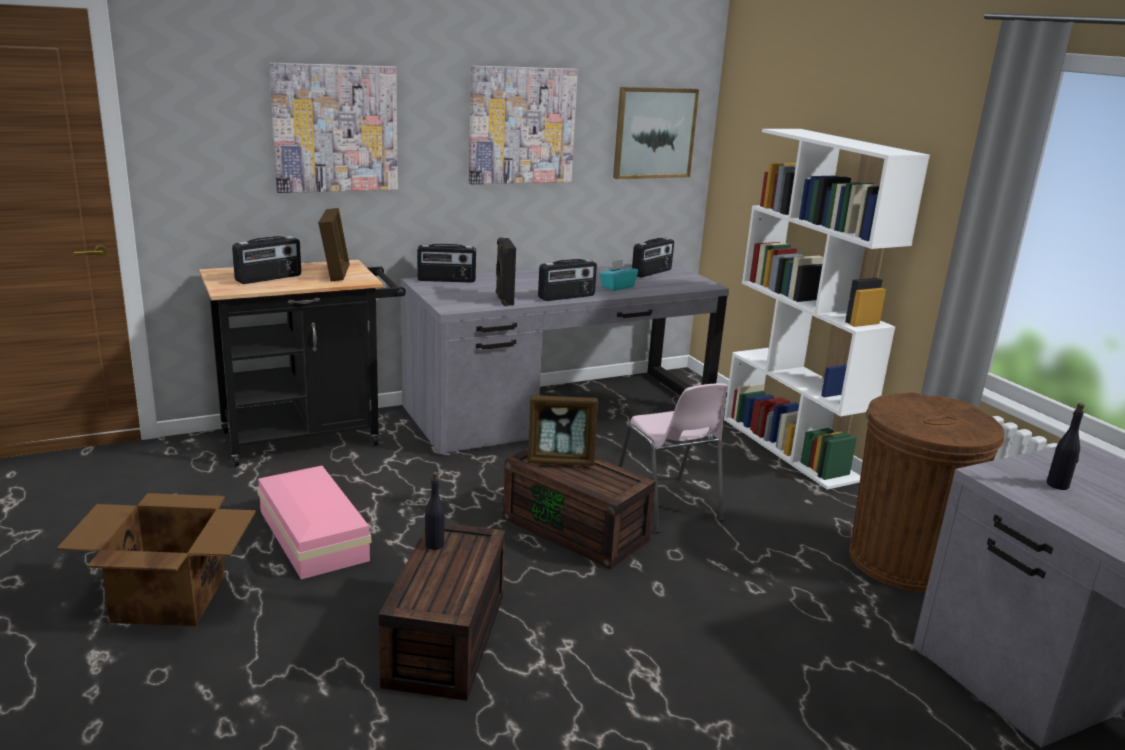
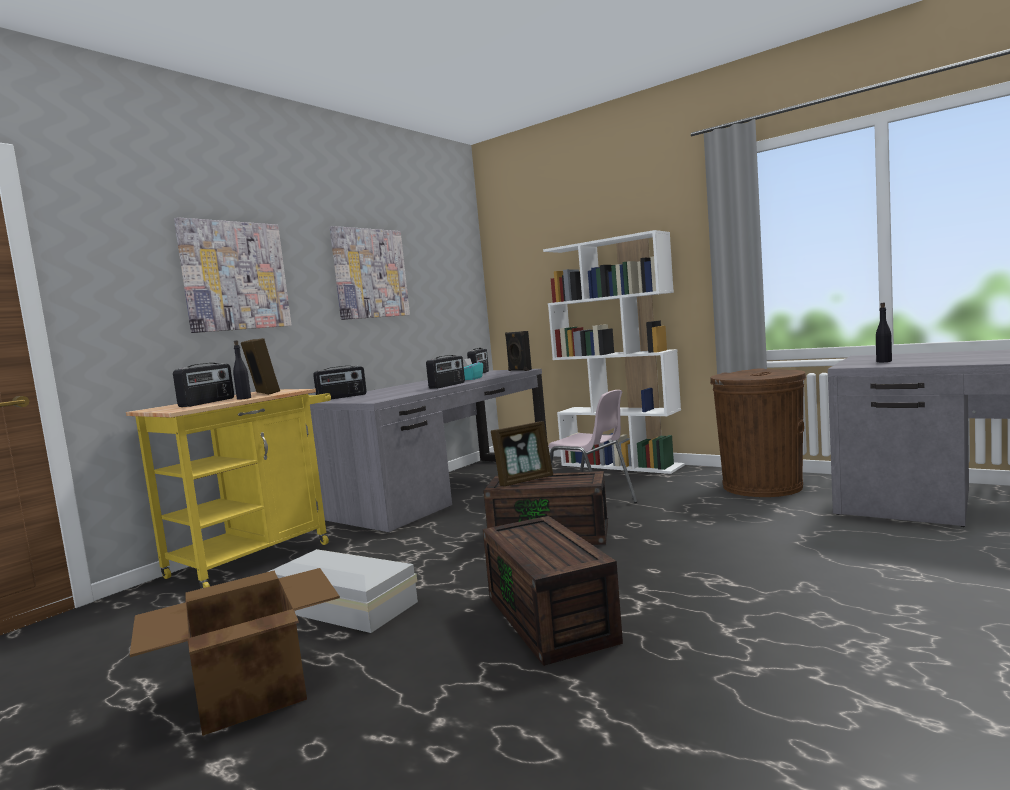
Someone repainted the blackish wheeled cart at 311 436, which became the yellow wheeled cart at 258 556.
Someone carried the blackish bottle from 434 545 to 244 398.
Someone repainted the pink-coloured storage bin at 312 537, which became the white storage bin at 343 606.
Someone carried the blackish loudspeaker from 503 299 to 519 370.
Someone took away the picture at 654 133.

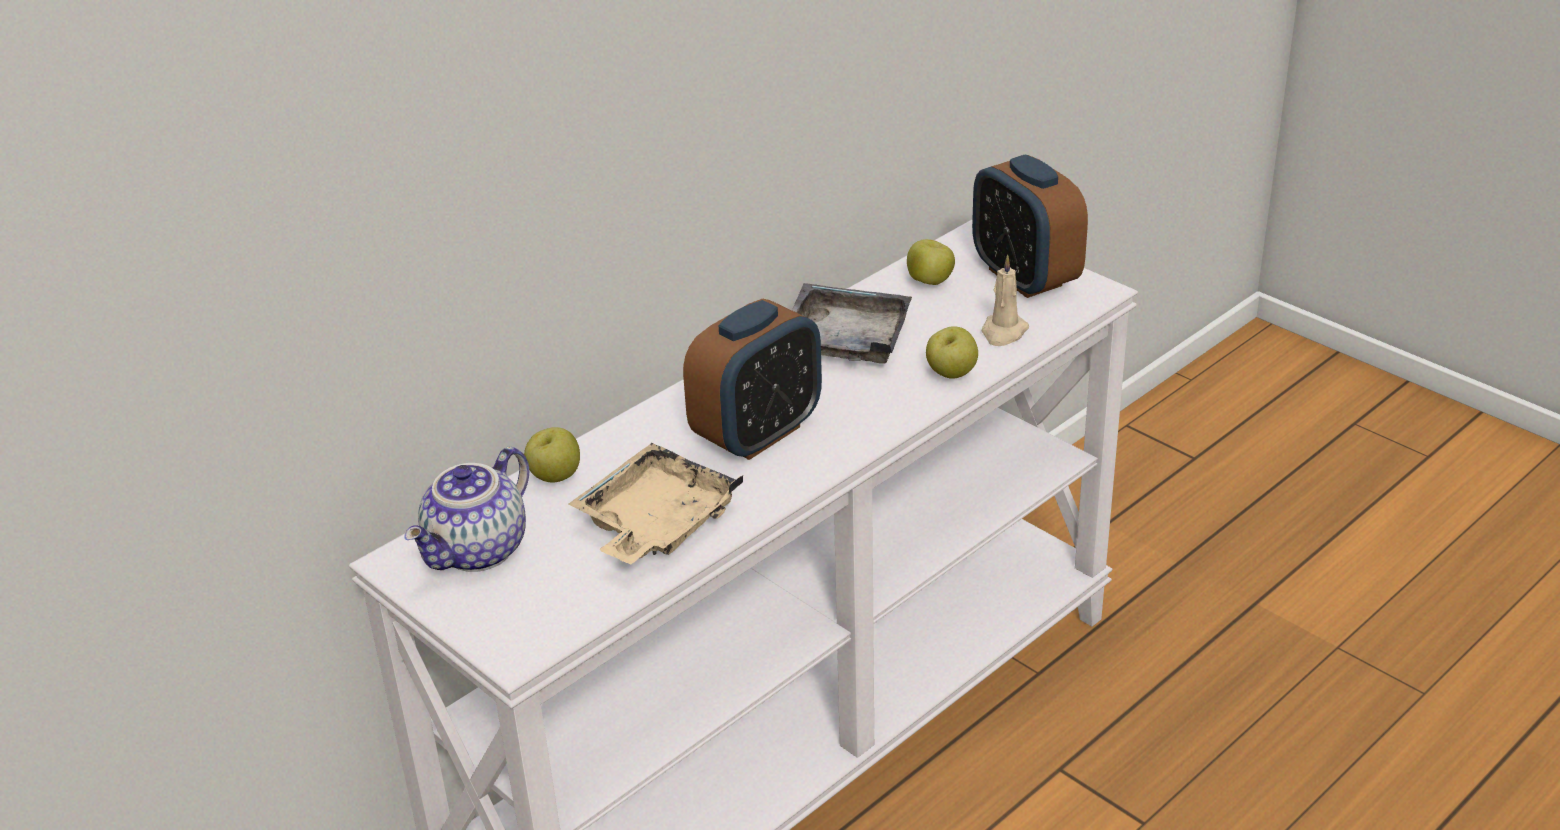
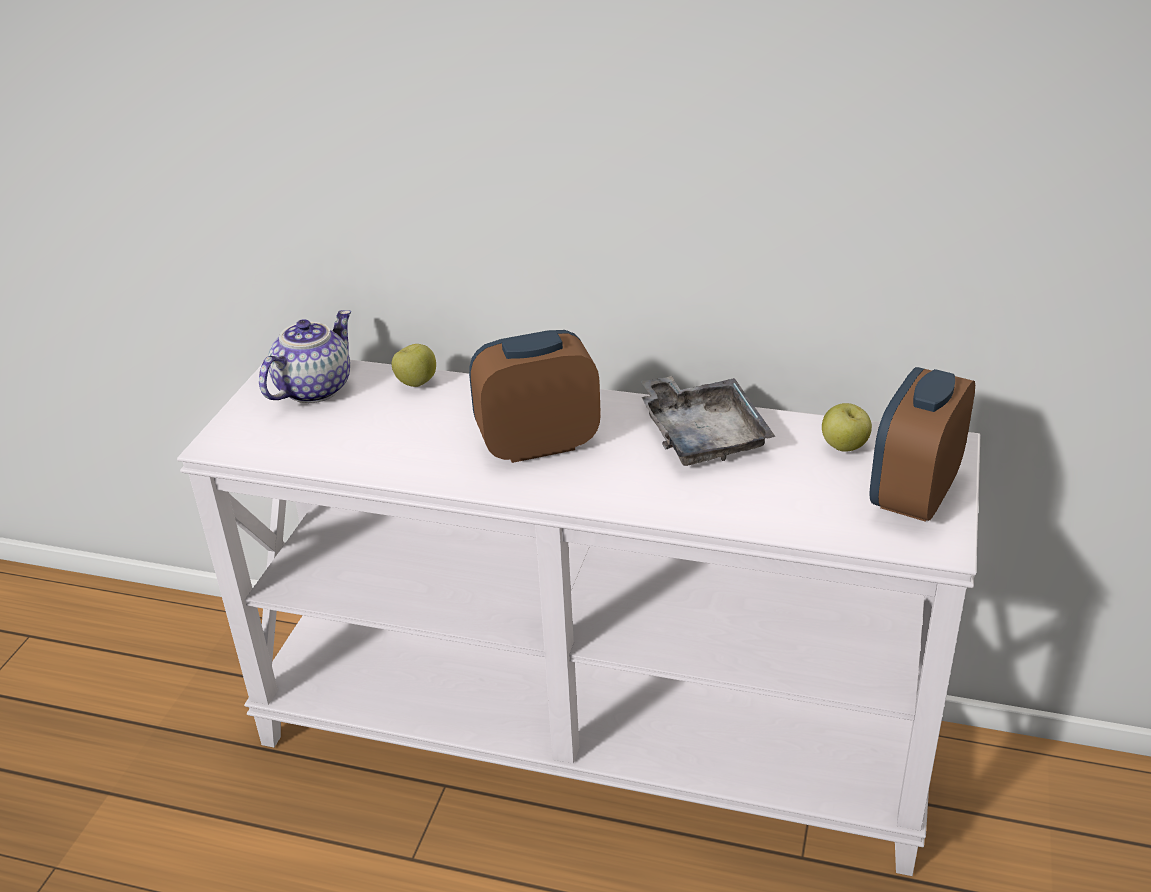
Someone rotated the teapot at 479 552 by 120 degrees clockwise.
Someone rotated the bedside clock at 757 434 by 150 degrees clockwise.
Someone took away the beige-coloured tray at 655 524.
Someone took away the whole apple at 951 374.
Someone took away the beige-coloured wax candle at 1003 332.

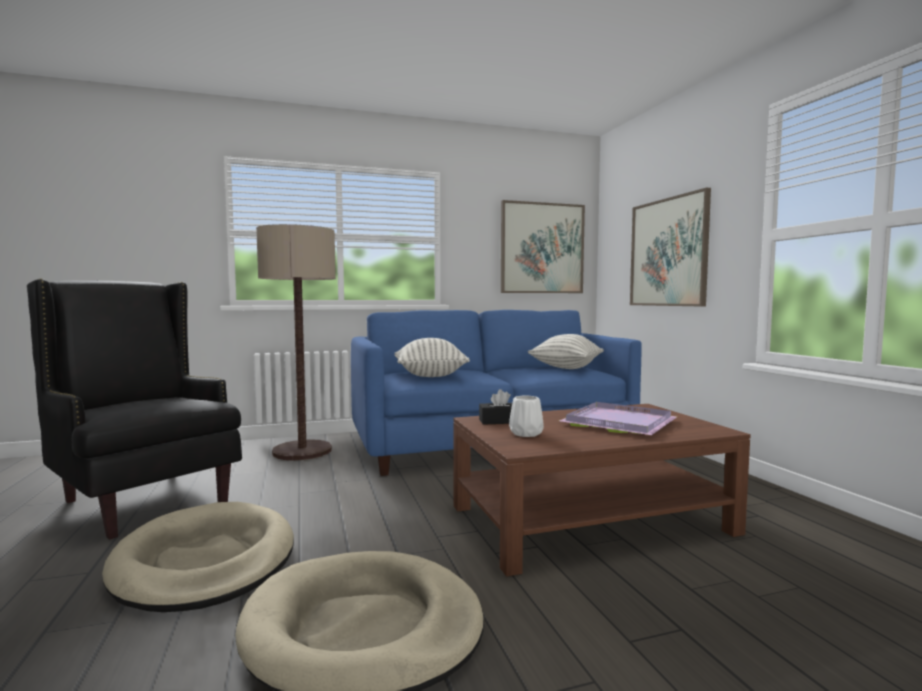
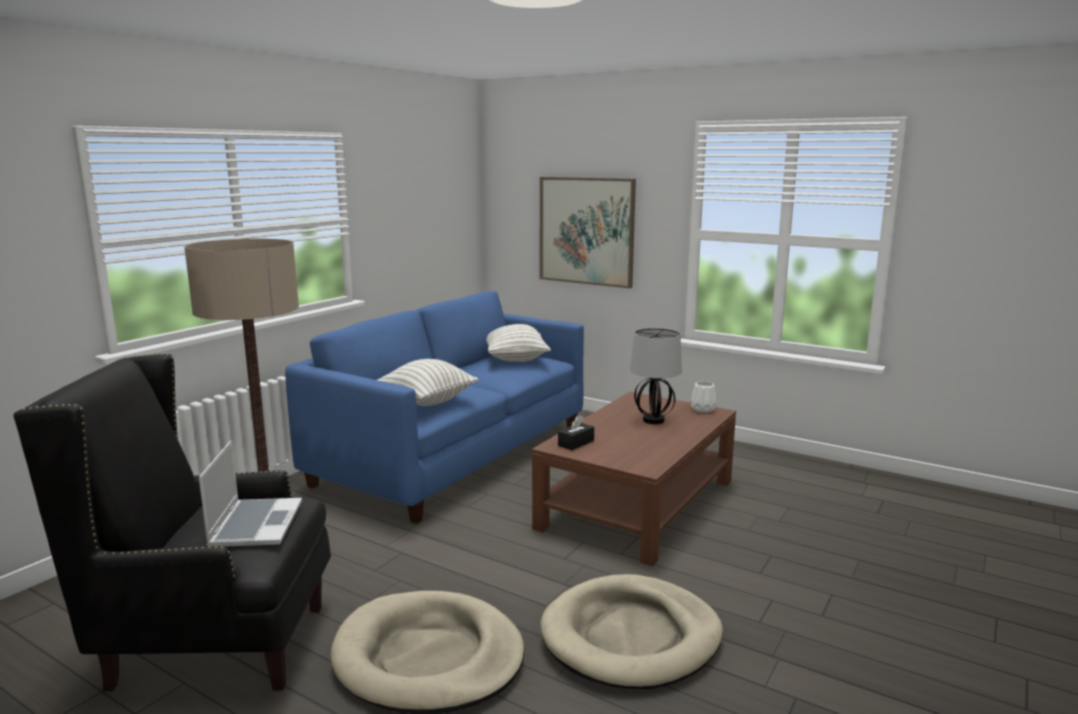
Someone put down the portable computer at 255 524.
Someone swapped the purple tray at 621 423 for the tabletop lamp at 653 420.
Someone carried the white decorative vase from 525 433 to 702 409.
Someone took away the picture at 542 248.

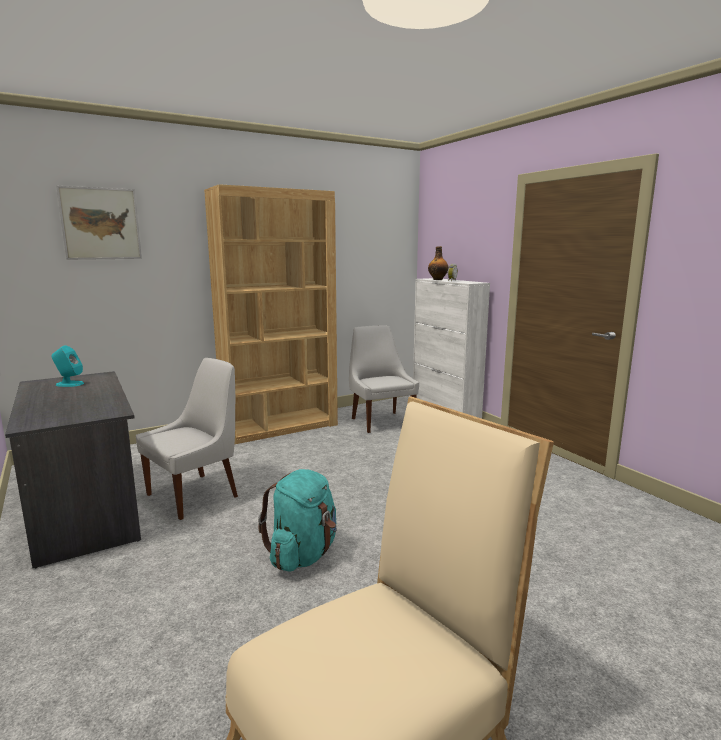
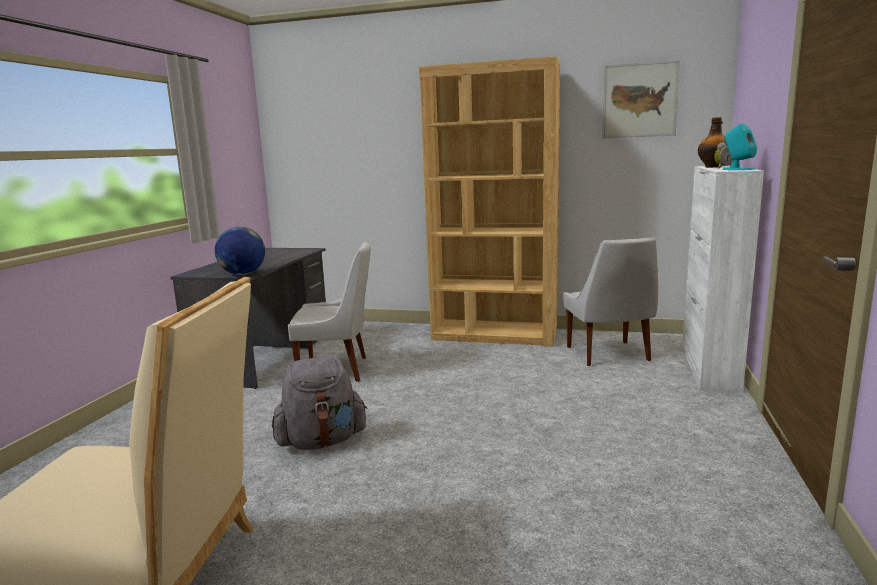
Someone put down the desk globe at 242 274.
Someone repainted the turquoise-coloured backpack at 303 554, which became the gray backpack at 322 441.
Someone rotated the white chair at 381 421 by 150 degrees clockwise.
Someone carried the picture from 101 224 to 639 100.
Someone carried the turquoise-coloured loudspeaker from 69 384 to 737 169.

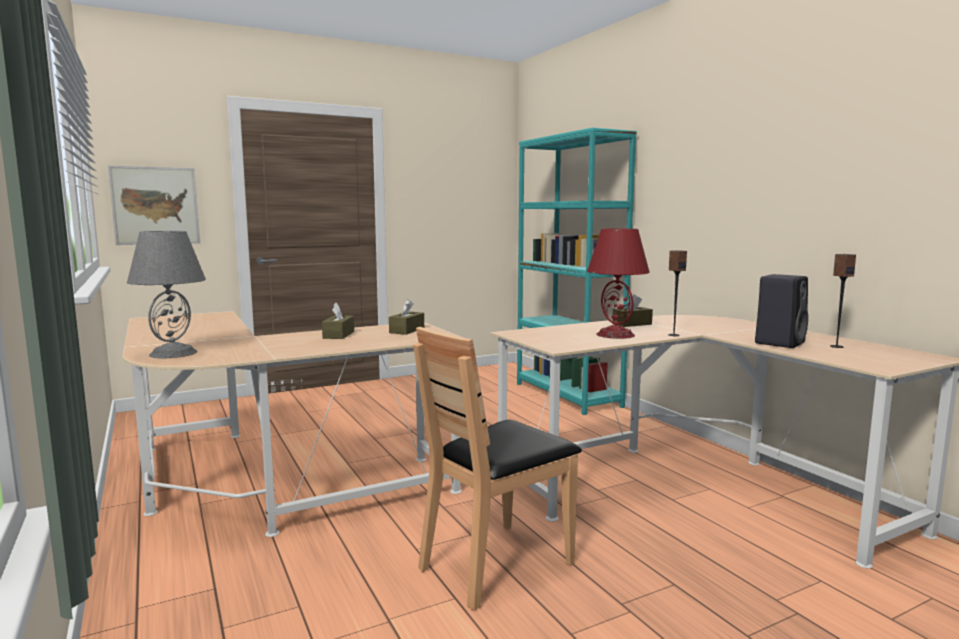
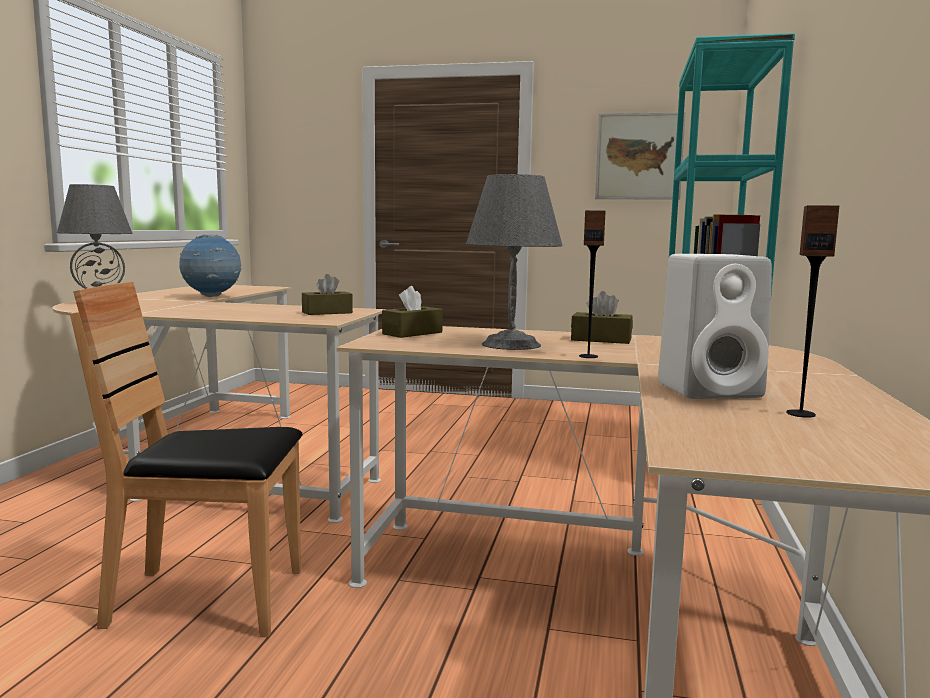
Someone put down the desk globe at 212 297.
Someone carried the brownish tissue holder from 338 335 to 412 333.
Someone repainted the red tabletop lamp at 616 334, which became the gray tabletop lamp at 511 344.
Someone carried the picture from 155 206 to 639 156.
Someone repainted the blackish loudspeaker at 779 343, which became the white loudspeaker at 711 390.

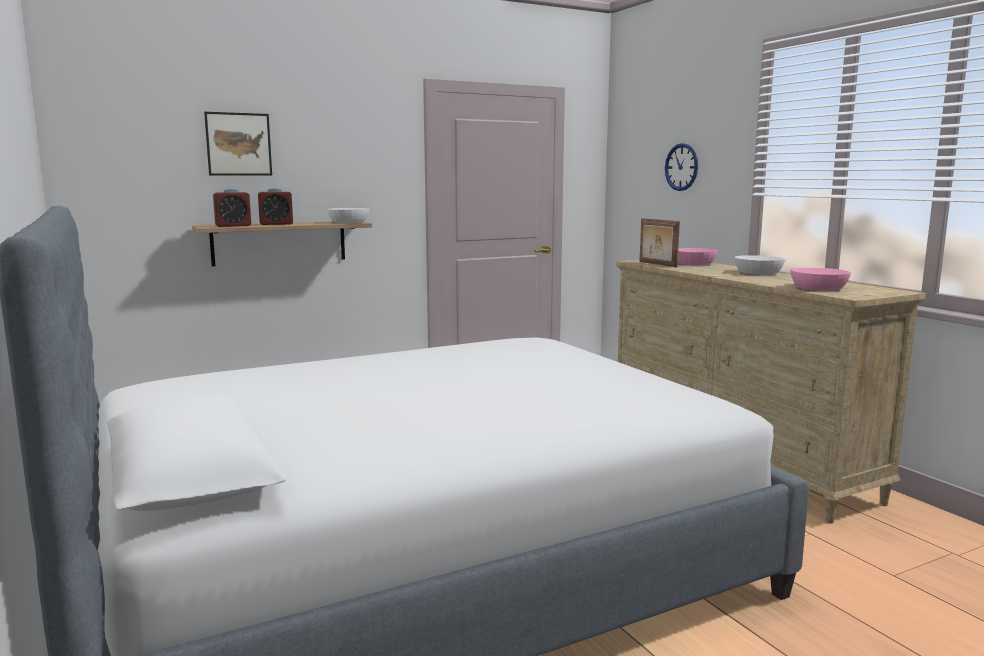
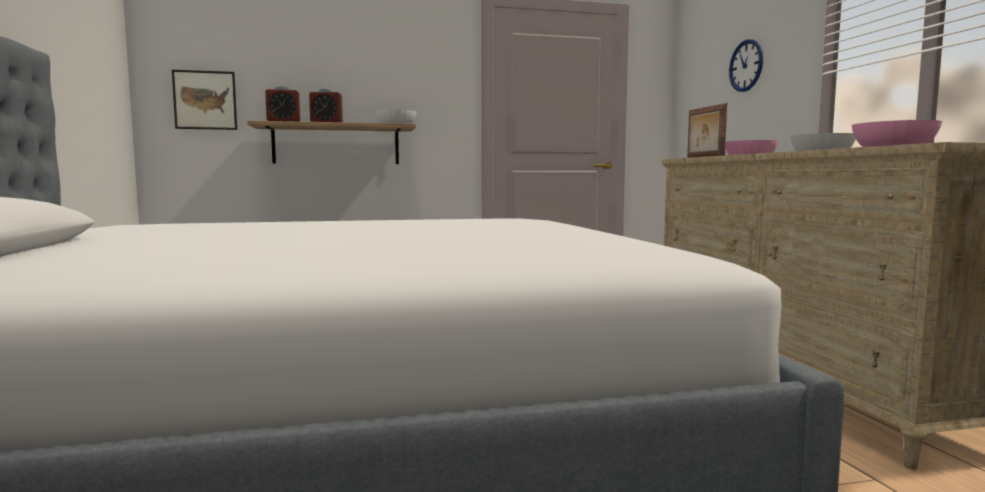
Someone carried the picture from 238 144 to 205 100.

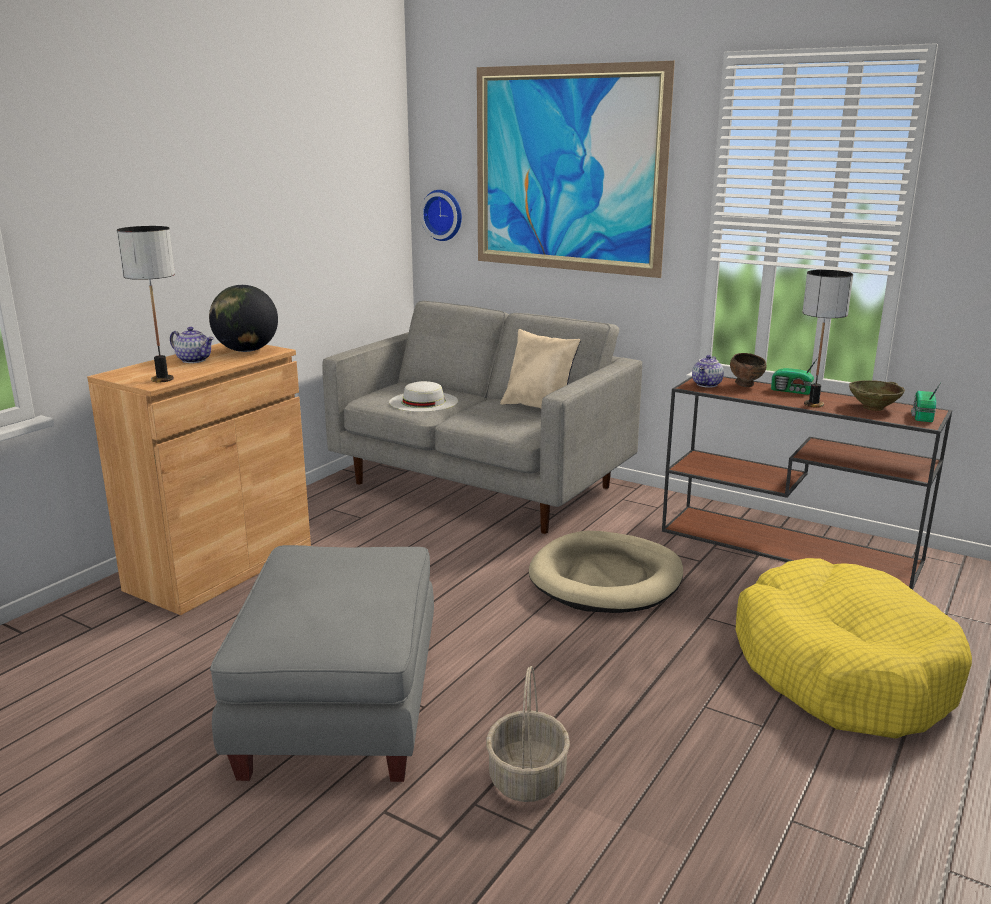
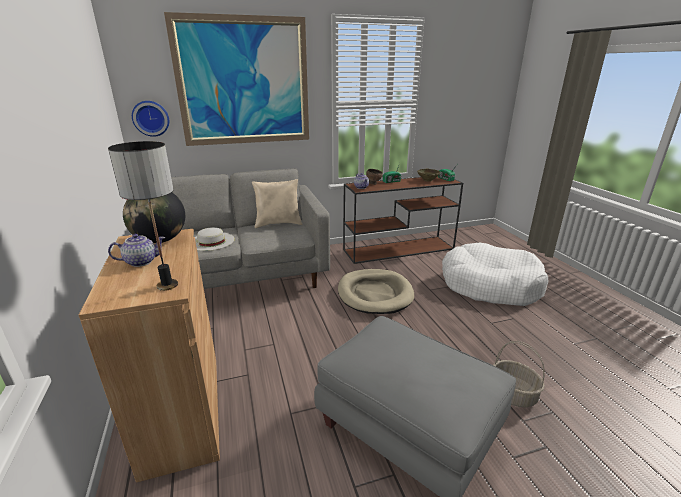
Someone repainted the yellow dog bed at 842 669, which became the white dog bed at 489 285.
Someone took away the tabletop lamp at 813 404.

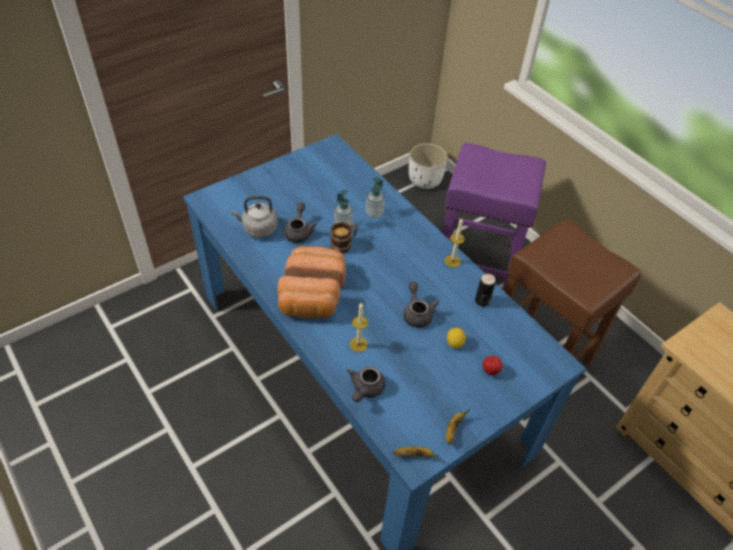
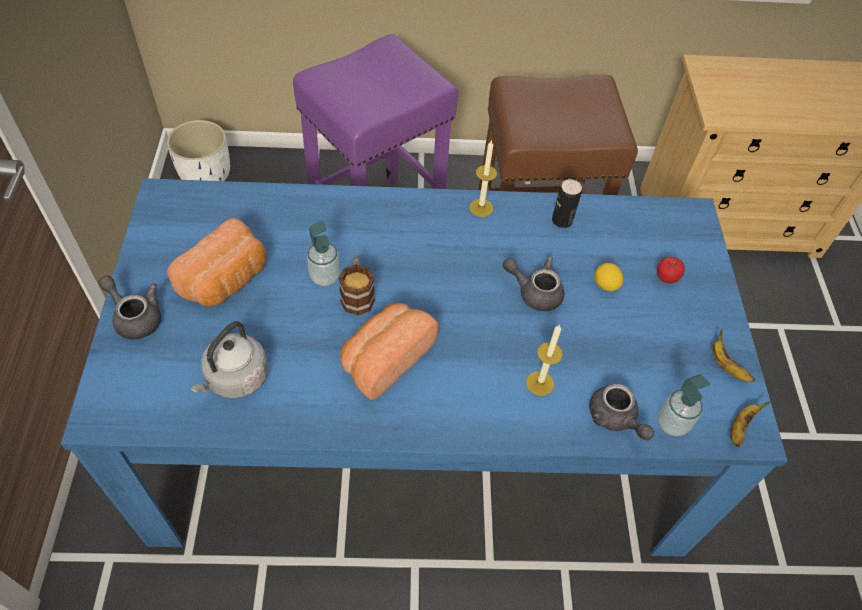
Someone carried the gray teapot from 299 231 to 135 317.
Someone carried the baked bread from 308 309 to 227 280.
Someone carried the soap dispenser from 374 213 to 672 424.

